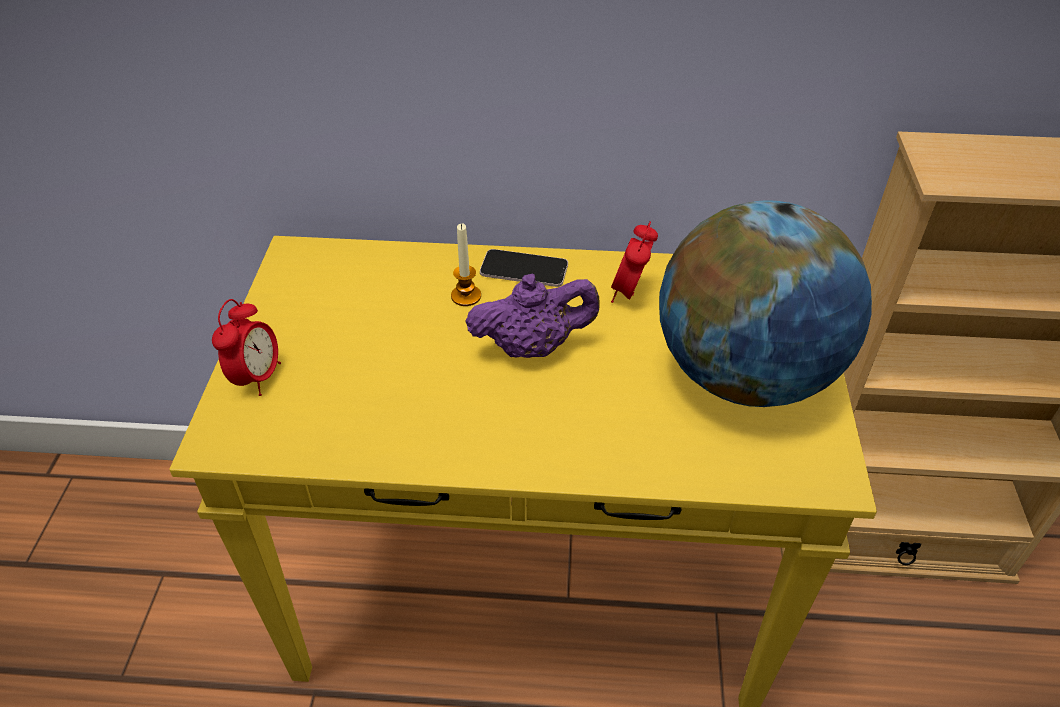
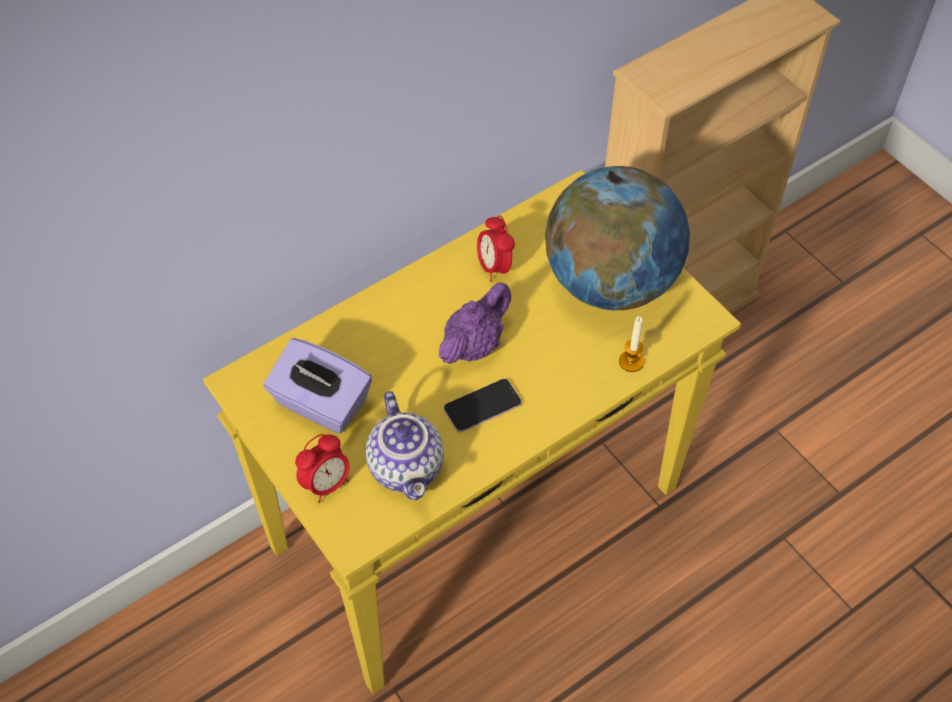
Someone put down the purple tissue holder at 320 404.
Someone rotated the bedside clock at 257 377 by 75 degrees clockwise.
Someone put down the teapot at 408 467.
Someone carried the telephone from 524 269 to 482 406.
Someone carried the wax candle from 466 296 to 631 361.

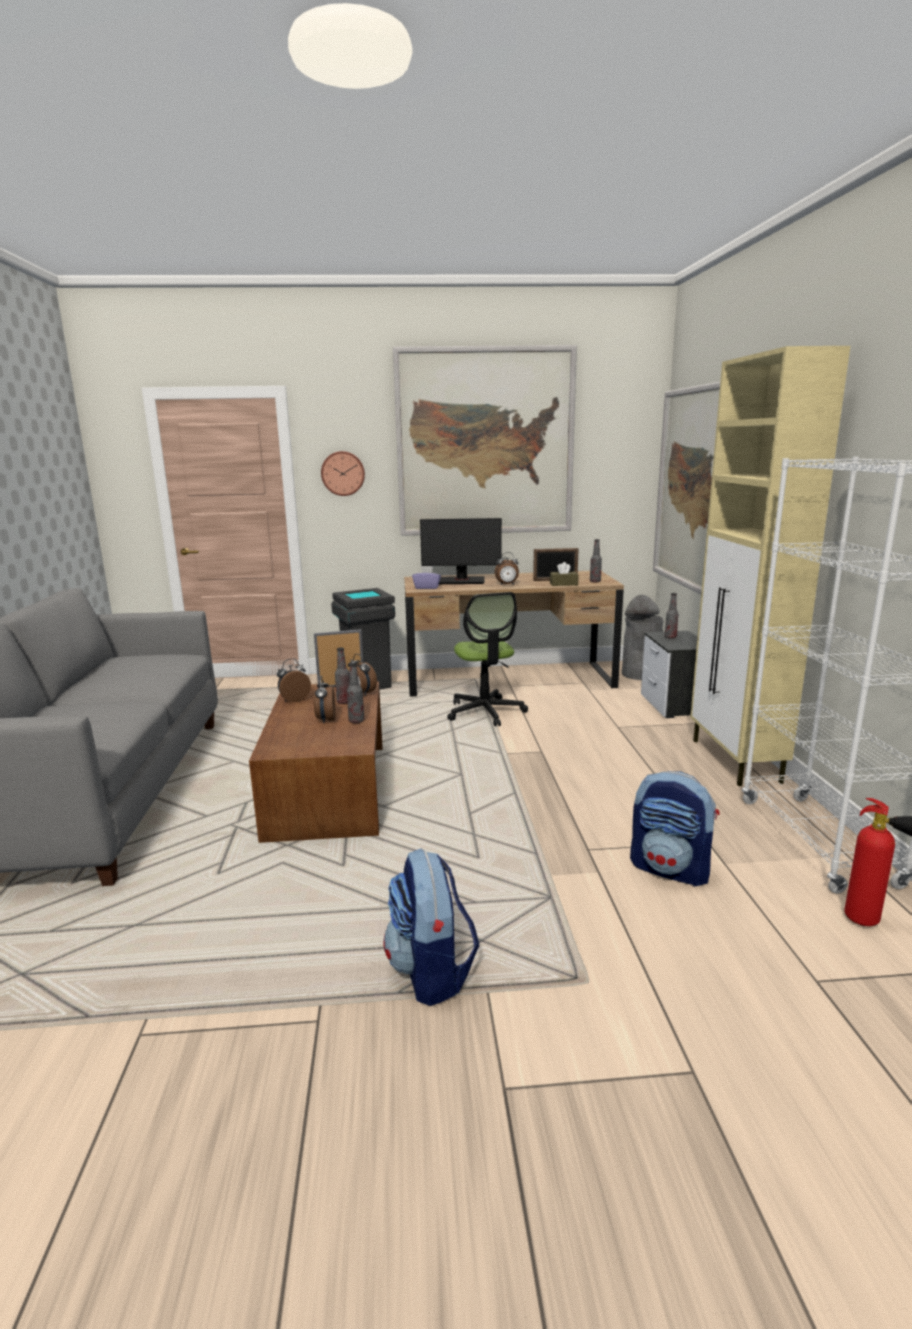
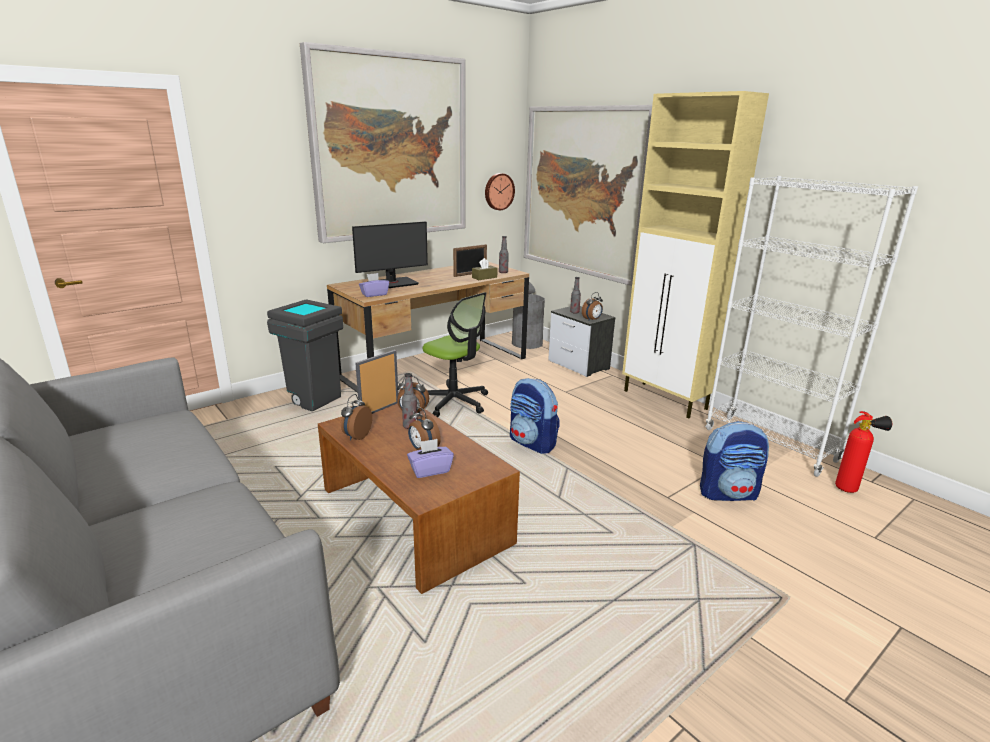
Someone put down the purple tissue holder at 430 470.
Someone carried the wall clock from 343 473 to 498 191.
Someone carried the backpack from 431 972 to 532 443.
Someone carried the bedside clock from 507 584 to 592 320.
Someone took away the bottle at 356 721.

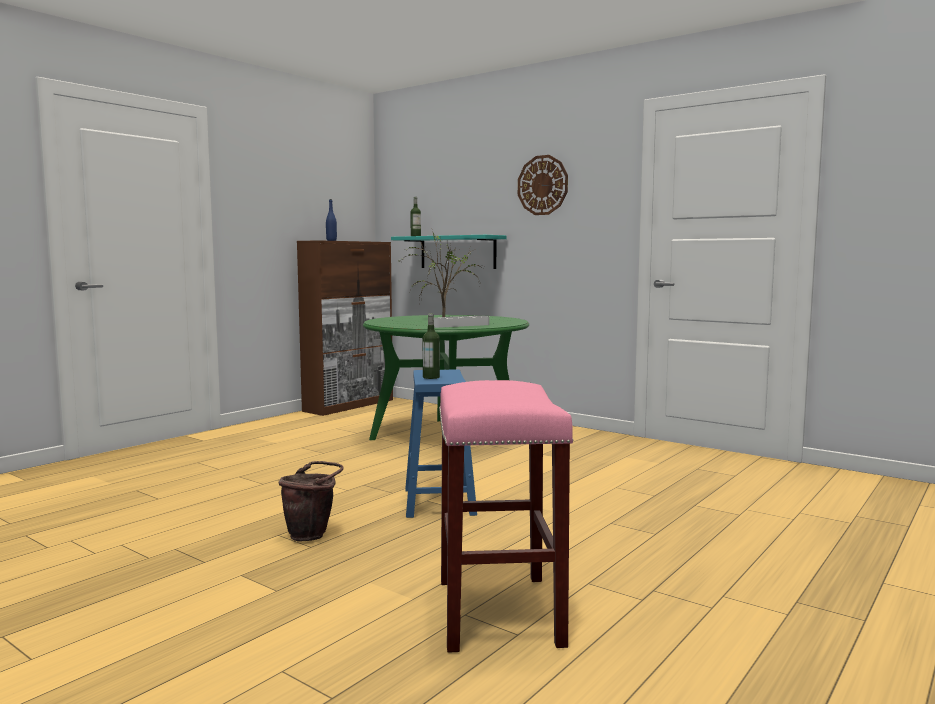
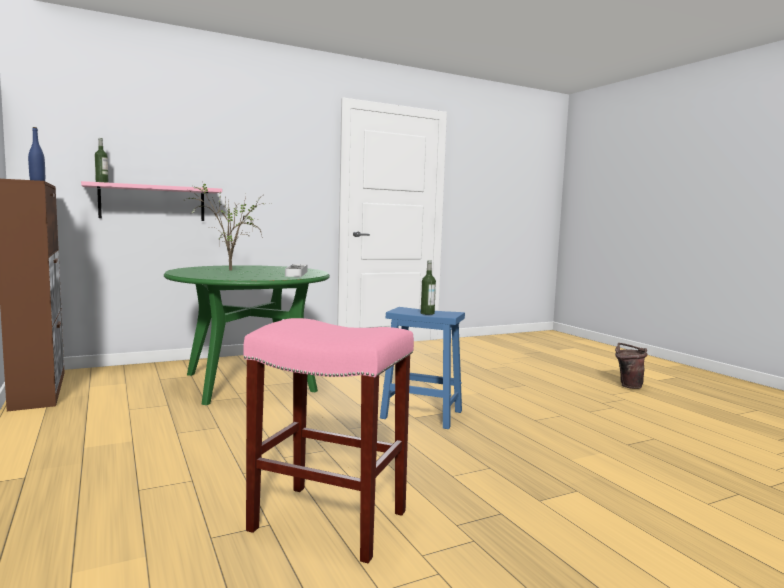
Someone repainted the turquoise-coloured wall shelf at 457 252, which became the pink-coloured wall shelf at 153 203.
Someone carried the pink-coloured sitting stool from 500 613 to 331 521.
Someone carried the brownish bucket from 312 535 to 627 385.
Someone took away the wall clock at 542 185.

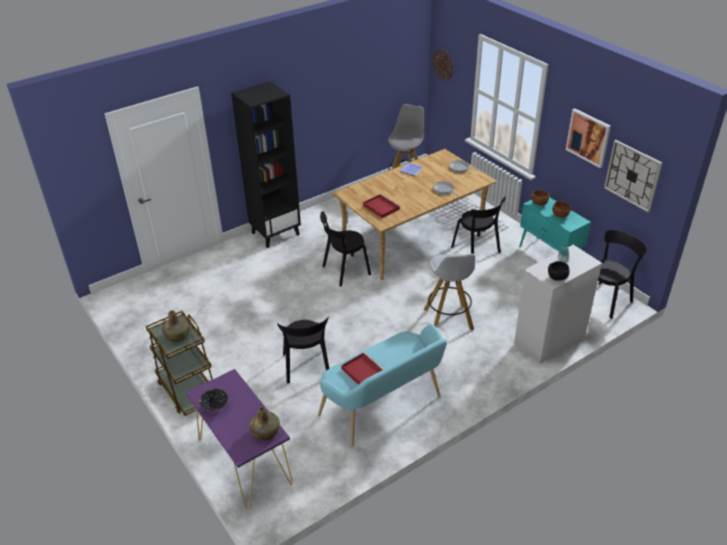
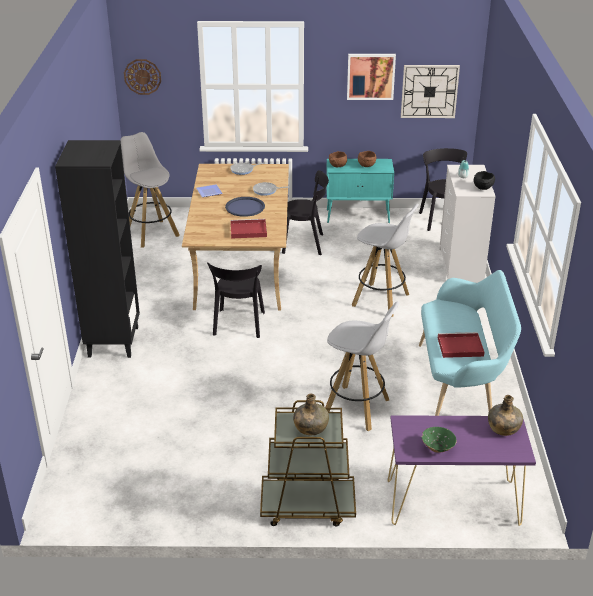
Someone put down the bluish tray at 245 207.
Someone swapped the blackish chair at 306 367 for the white sitting stool at 357 408.
Someone repainted the blackish serving bowl at 215 406, which became the greenish serving bowl at 437 448.

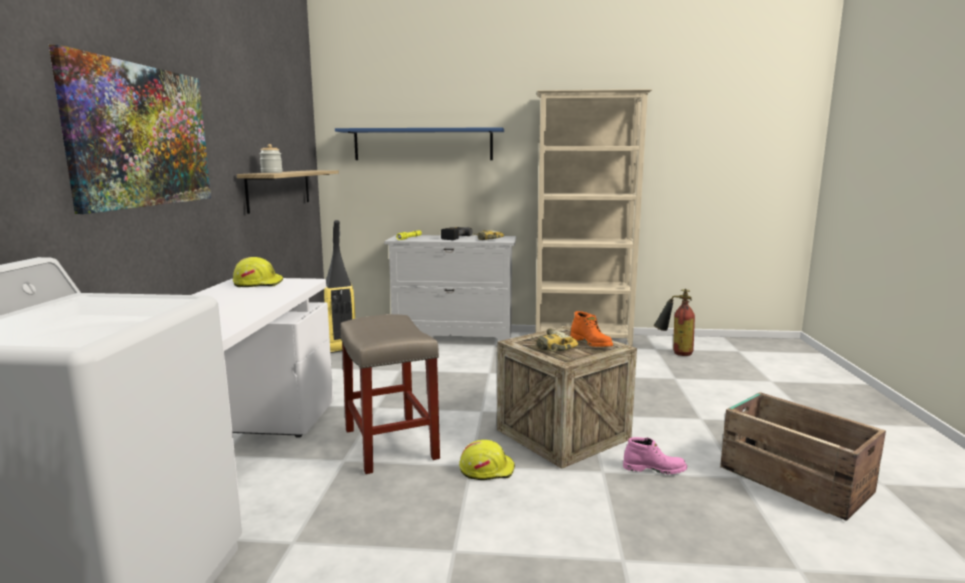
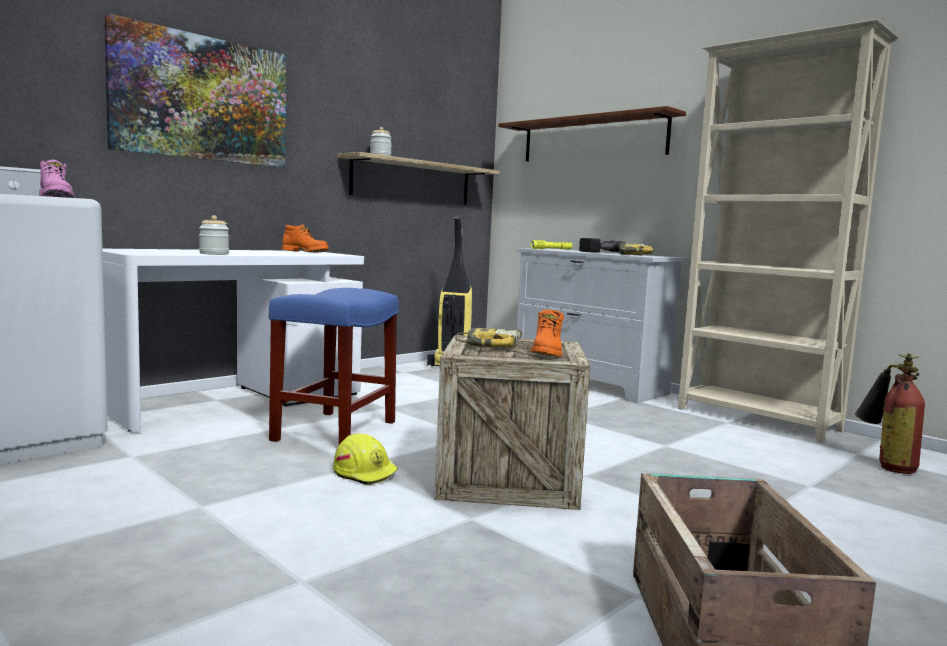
Someone carried the pink-coloured high-top boot from 654 469 to 56 197.
Someone put down the preserve jar at 214 254.
Someone repainted the beige-coloured sitting stool at 391 444, which became the bluish sitting stool at 335 431.
Someone swapped the yellow hard hat at 258 283 for the orange high-top boot at 305 252.
Someone repainted the bluish wall shelf at 423 144, which became the brownish wall shelf at 592 139.

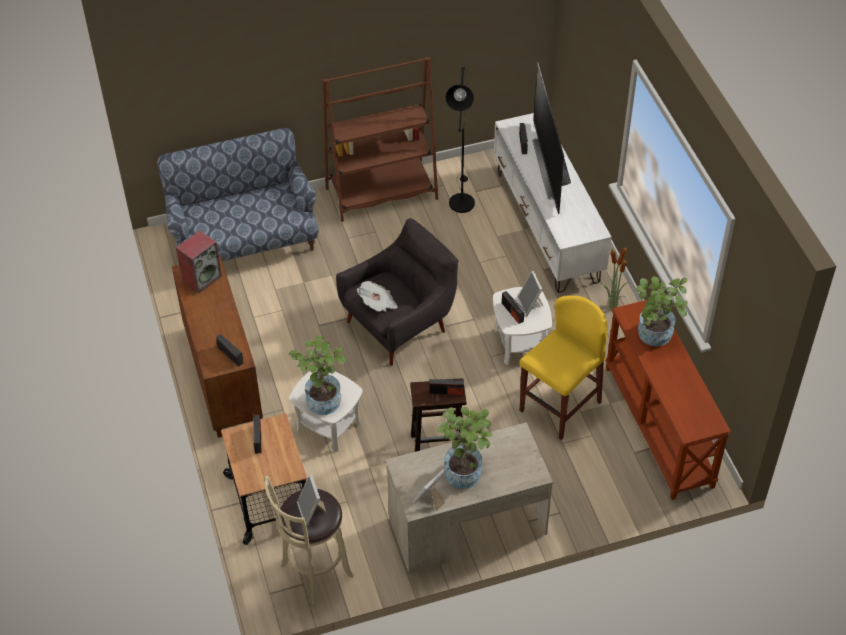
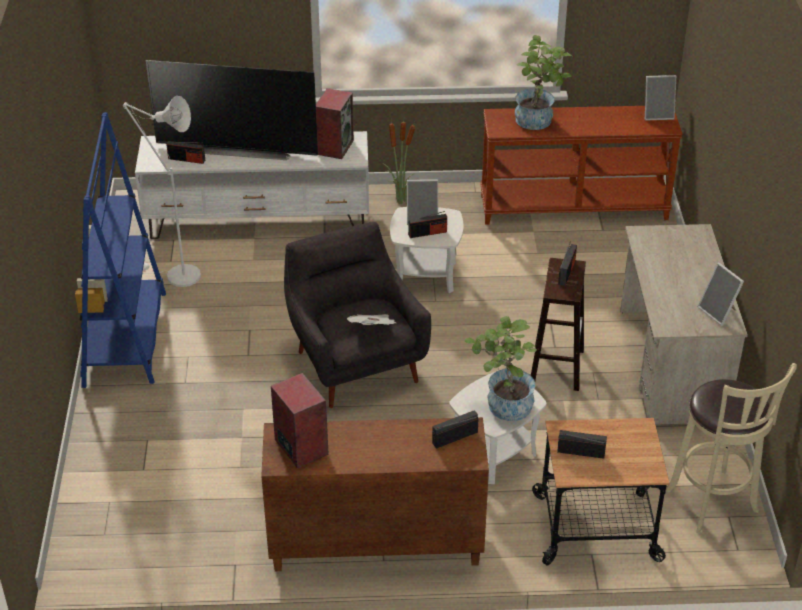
Someone repainted the brownish shelving unit at 382 194, which became the bluish shelving unit at 125 339.
Someone repainted the blackish standard lamp at 461 199, which became the white standard lamp at 177 275.
Someone put down the loudspeaker at 334 147.
Someone carried the picture frame from 312 511 to 657 114.
Someone took away the couch at 244 240.
Someone took away the houseplant at 465 469.
Someone took away the yellow sitting stool at 560 406.

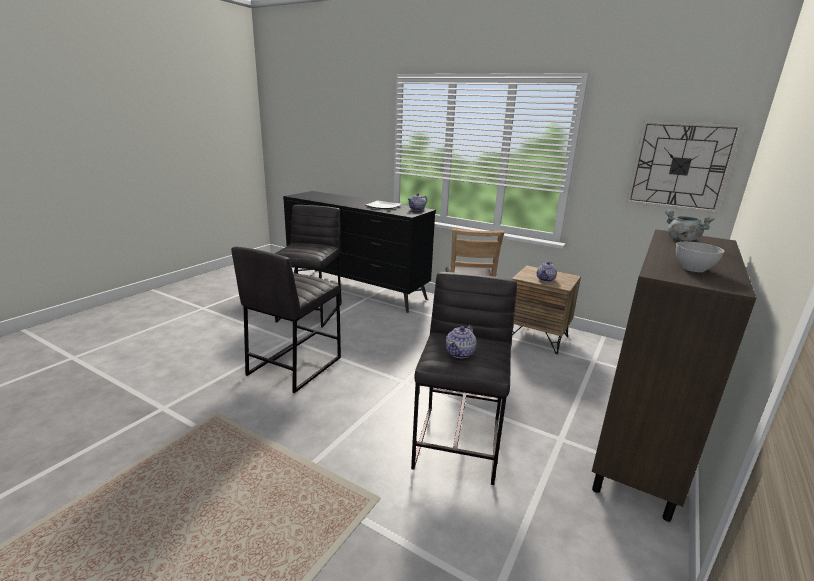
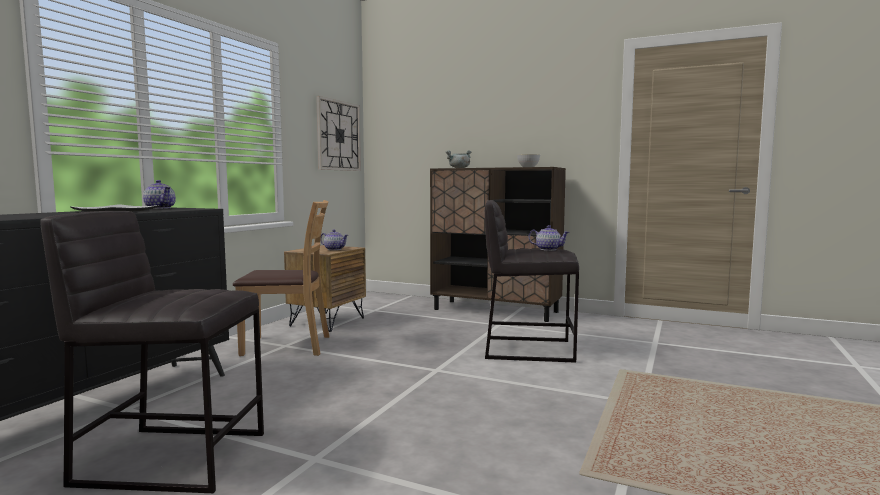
Someone took away the gray sitting stool at 293 366.

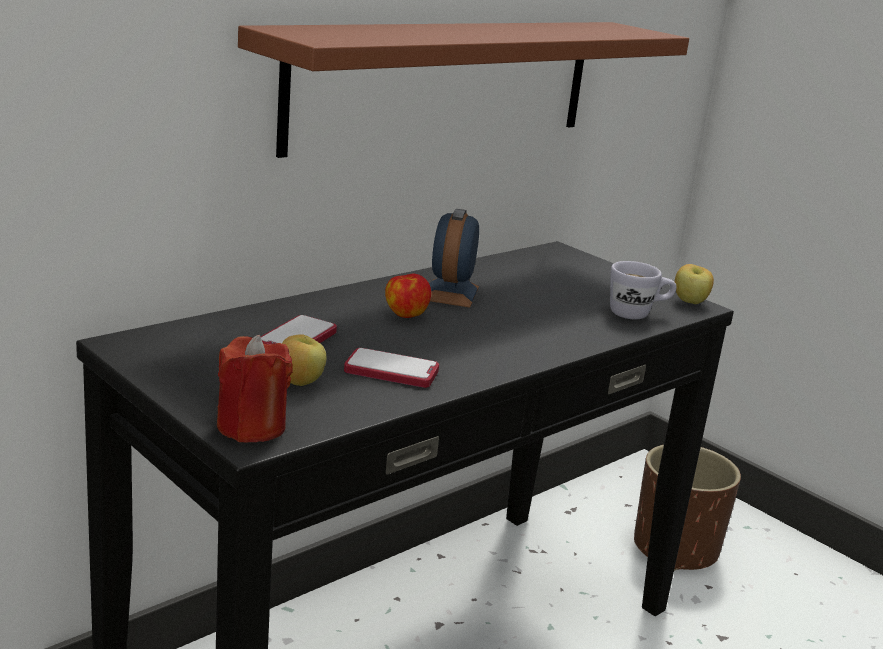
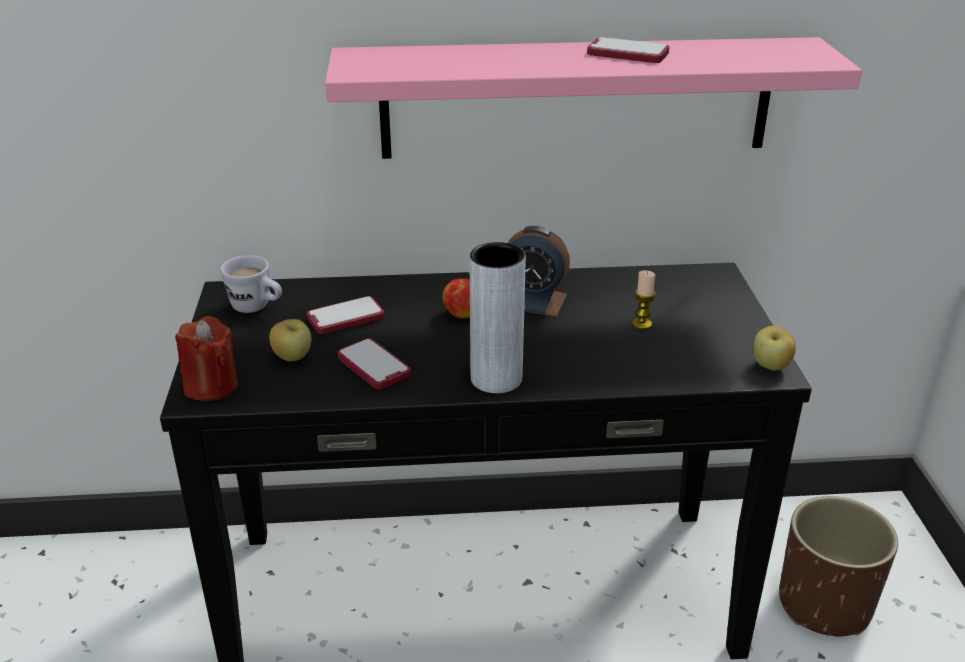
Someone carried the white coffee mug from 637 314 to 257 308.
Someone repainted the brownish wall shelf at 447 82, which became the pink-coloured wall shelf at 576 98.
Someone put down the gray decorative vase at 496 379.
Someone rotated the bedside clock at 451 293 by 120 degrees counterclockwise.
Someone put down the telephone at 628 53.
Someone put down the wax candle at 641 324.

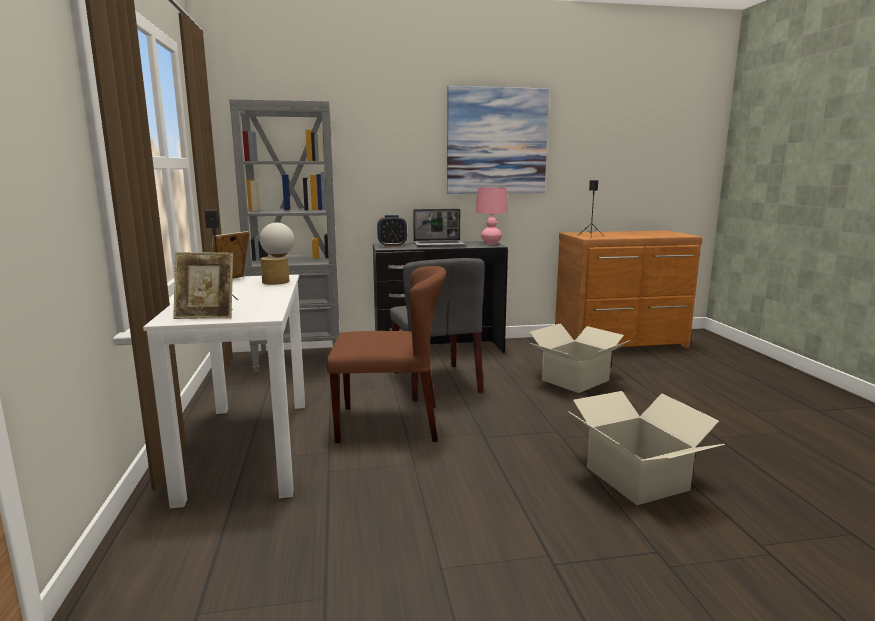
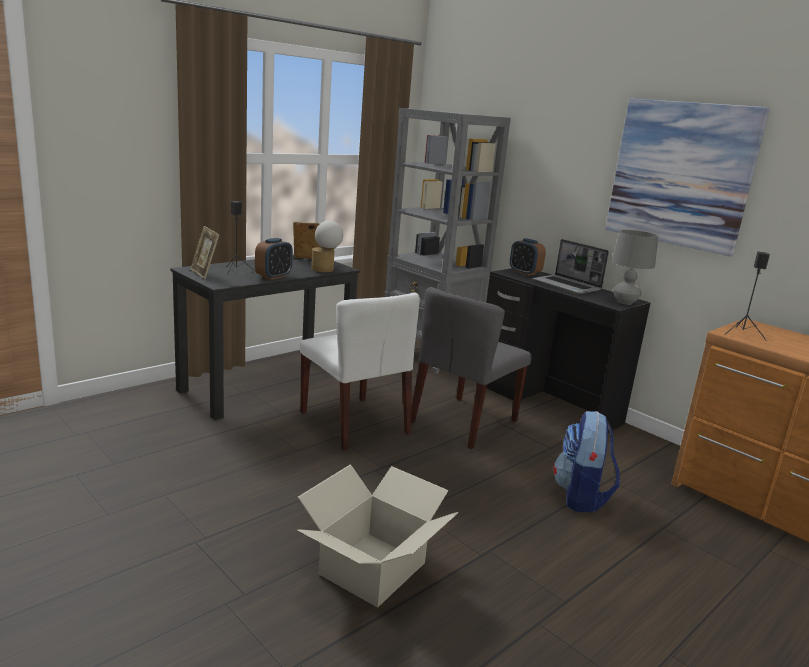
Someone repainted the white desk unit at 249 446, which became the blackish desk unit at 267 386.
Someone put down the bedside clock at 273 276.
Someone repainted the brownish chair at 389 423, which became the white chair at 355 423.
Someone swapped the carton at 576 380 for the backpack at 581 497.
Someone repainted the pink-coloured tabletop lamp at 491 243, which became the gray tabletop lamp at 625 302.

